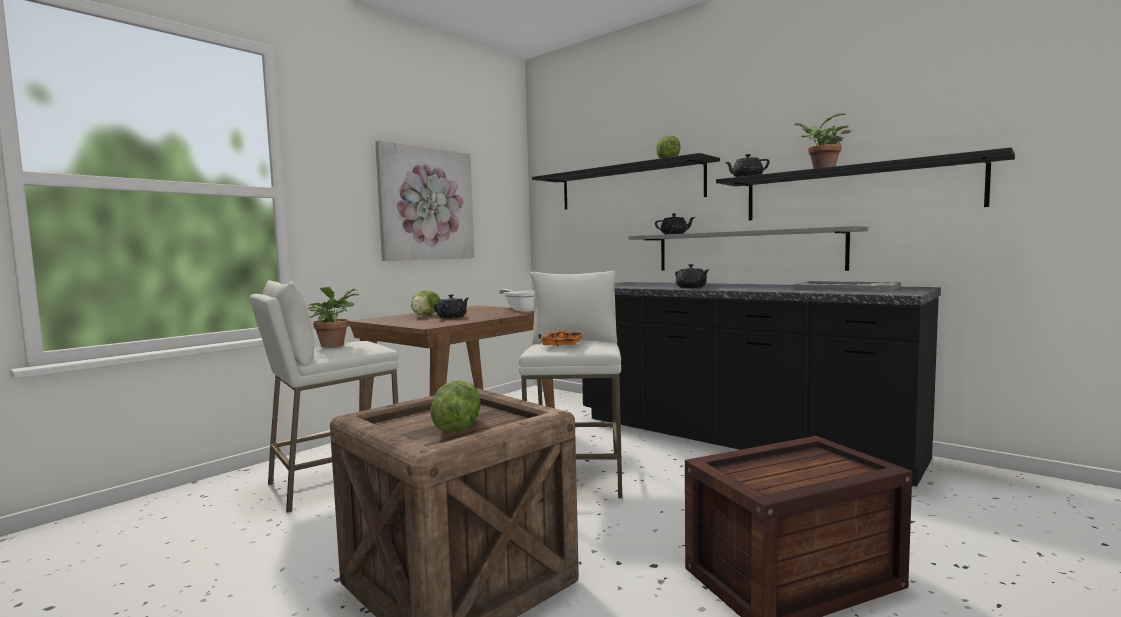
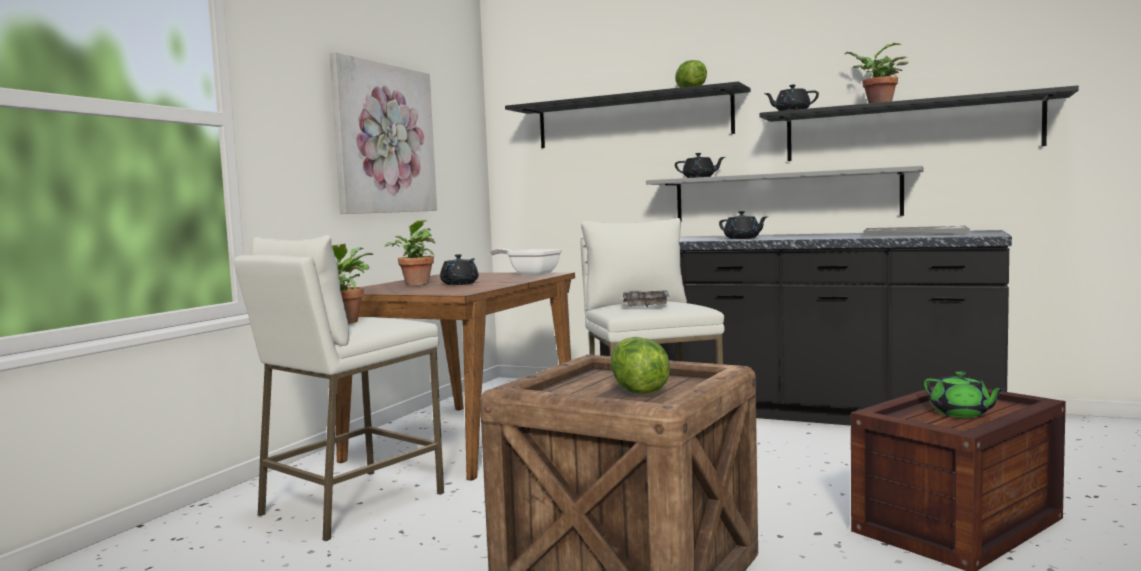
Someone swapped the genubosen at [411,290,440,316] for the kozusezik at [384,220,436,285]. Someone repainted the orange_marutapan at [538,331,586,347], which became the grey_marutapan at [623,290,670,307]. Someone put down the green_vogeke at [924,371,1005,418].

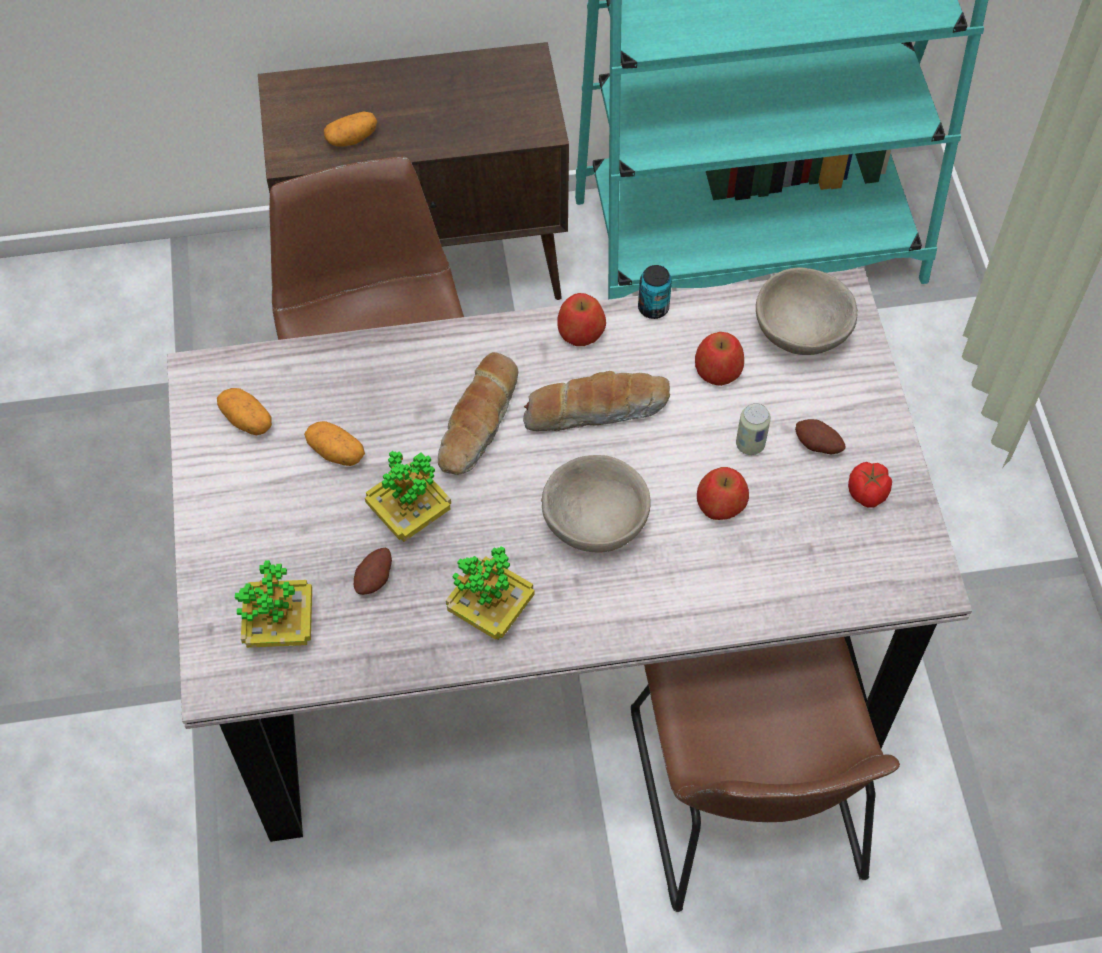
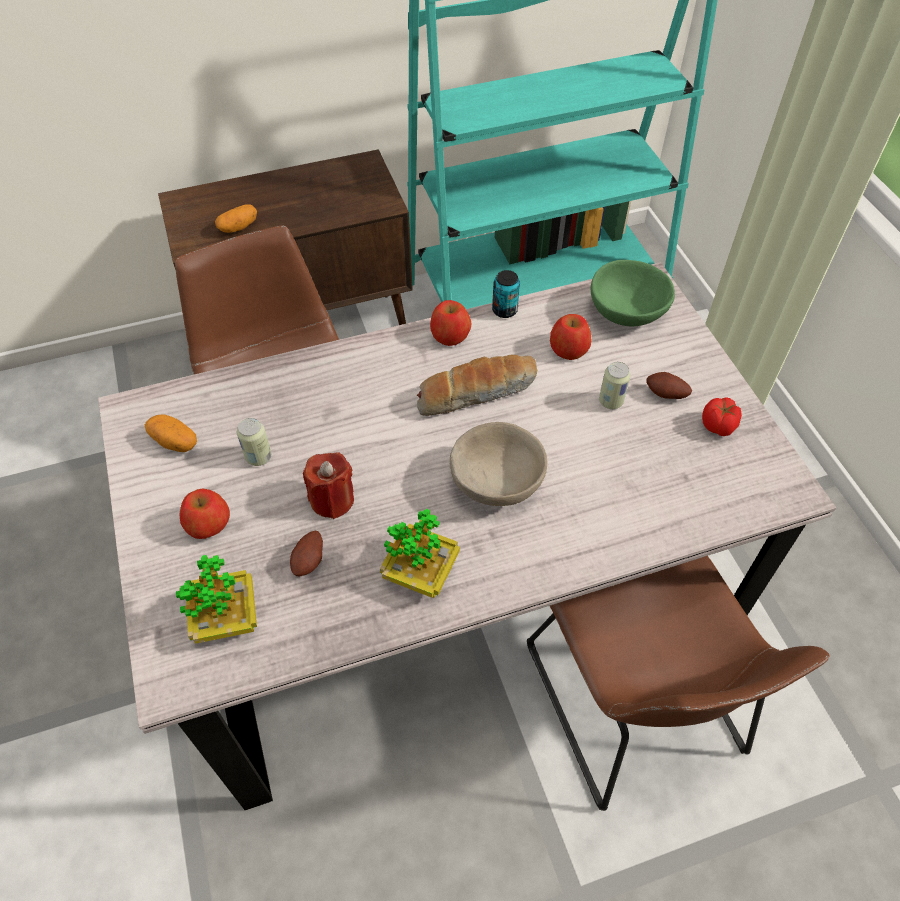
Someone carried the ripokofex from [697,467,749,520] to [179,489,230,539]. Someone swapped the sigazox at [304,421,365,466] for the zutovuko at [237,418,272,466]. Someone swapped the kozusezik at [365,451,451,542] for the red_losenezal at [303,453,354,519]. Someone repainted the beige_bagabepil at [756,267,858,355], which became the green_bagabepil at [591,260,675,326]. Someone took away the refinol at [438,352,518,475].

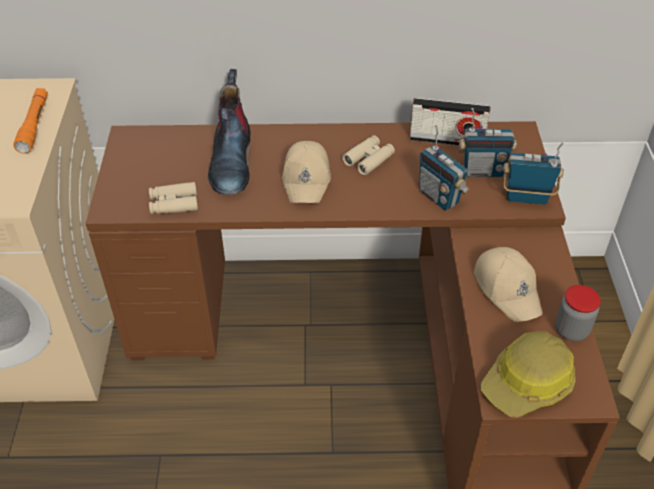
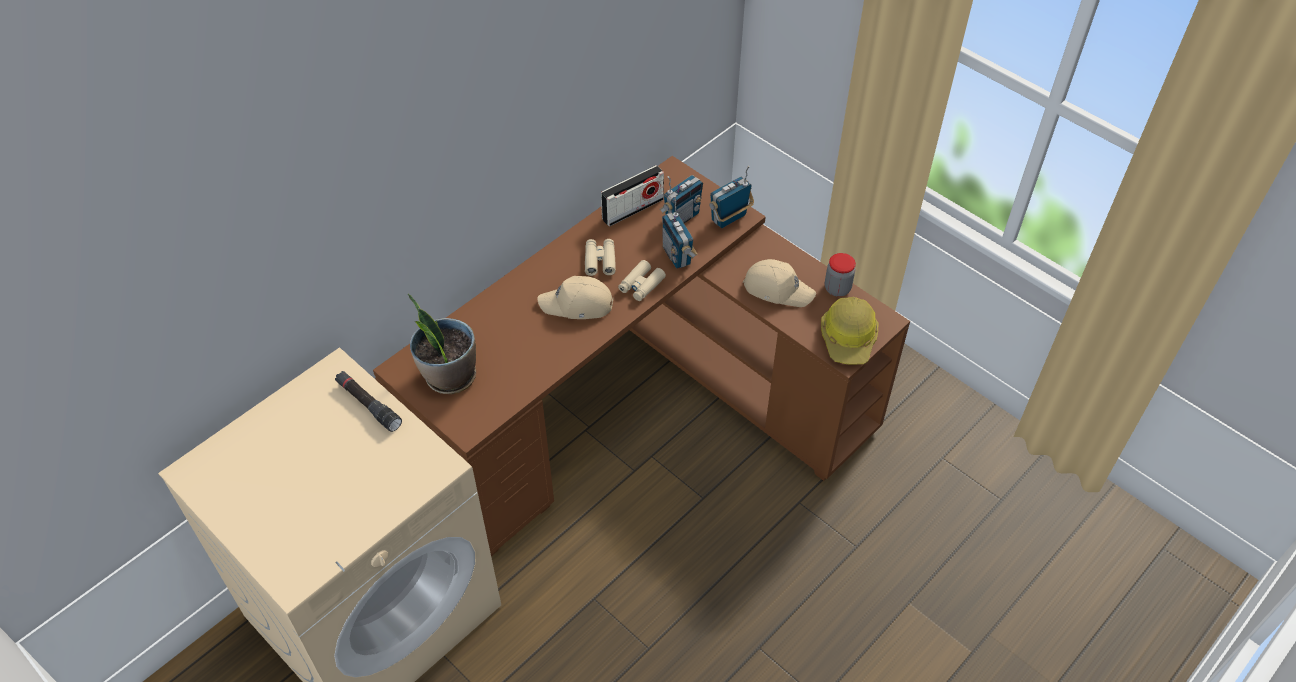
Someone repainted the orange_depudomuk at [13,88,48,154], which became the black_depudomuk at [335,371,402,432]. Someone put down the kozusezik at [408,294,476,395]. Someone rotated the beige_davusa at [282,141,331,203] by 135 degrees clockwise. Someone carried the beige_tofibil from [149,182,198,214] to [618,260,666,301]. Someone rotated the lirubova at [419,125,469,211] by 60 degrees clockwise. Someone took away the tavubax at [208,69,250,195].

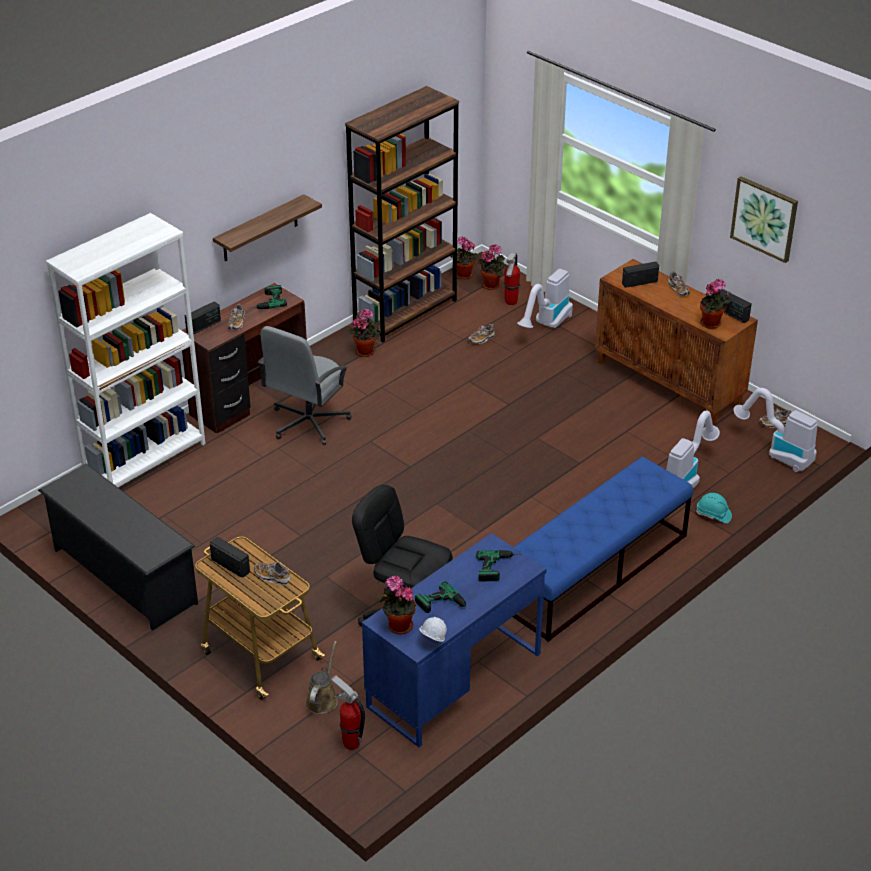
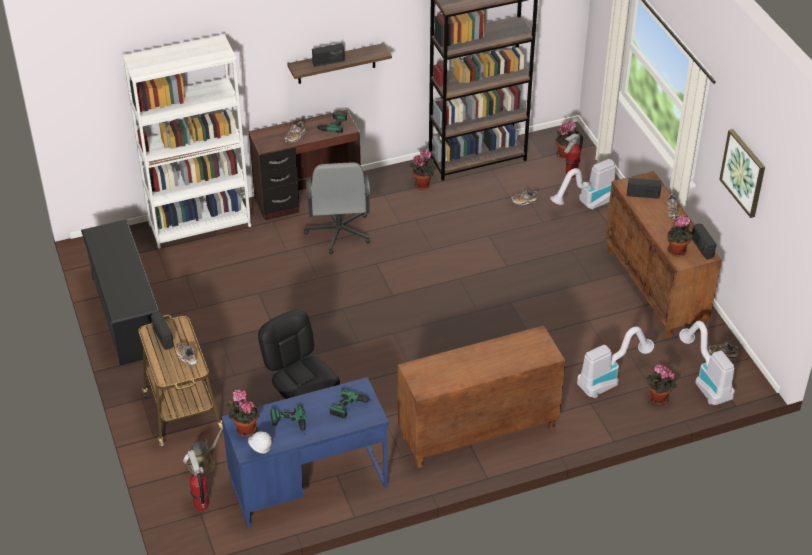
Someone rotated the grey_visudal at [258,326,352,445] by 60 degrees counterclockwise. Someone carried the lirubova from [185,301,221,335] to [312,43,345,67]. Someone swapped the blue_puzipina at [513,457,693,642] for the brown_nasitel at [398,325,566,468]. Someone carried the kozusezik from [450,236,479,279] to [647,364,677,405]. Someone took away the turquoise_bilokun at [696,493,732,523].

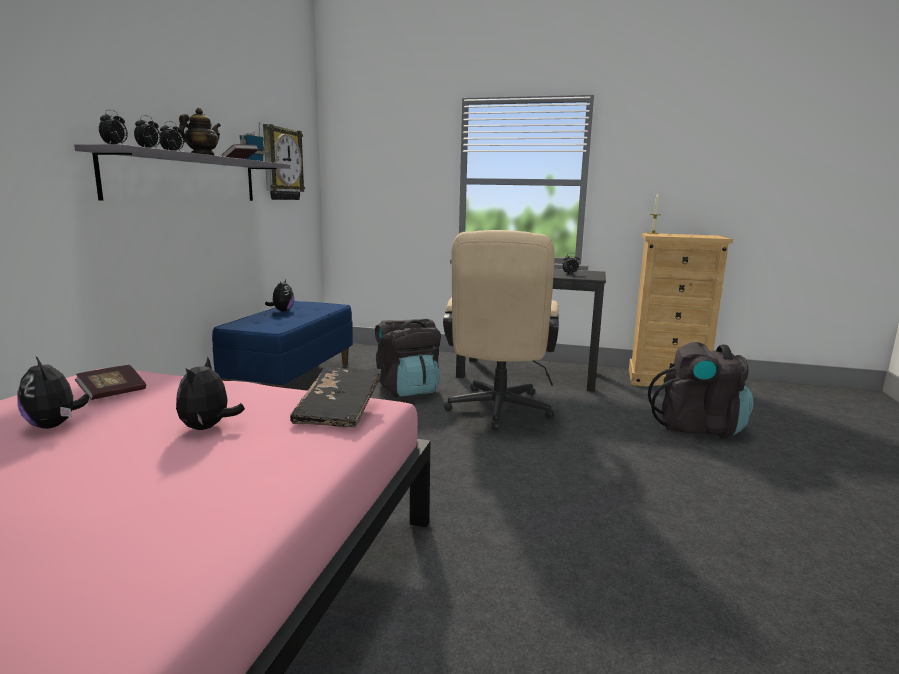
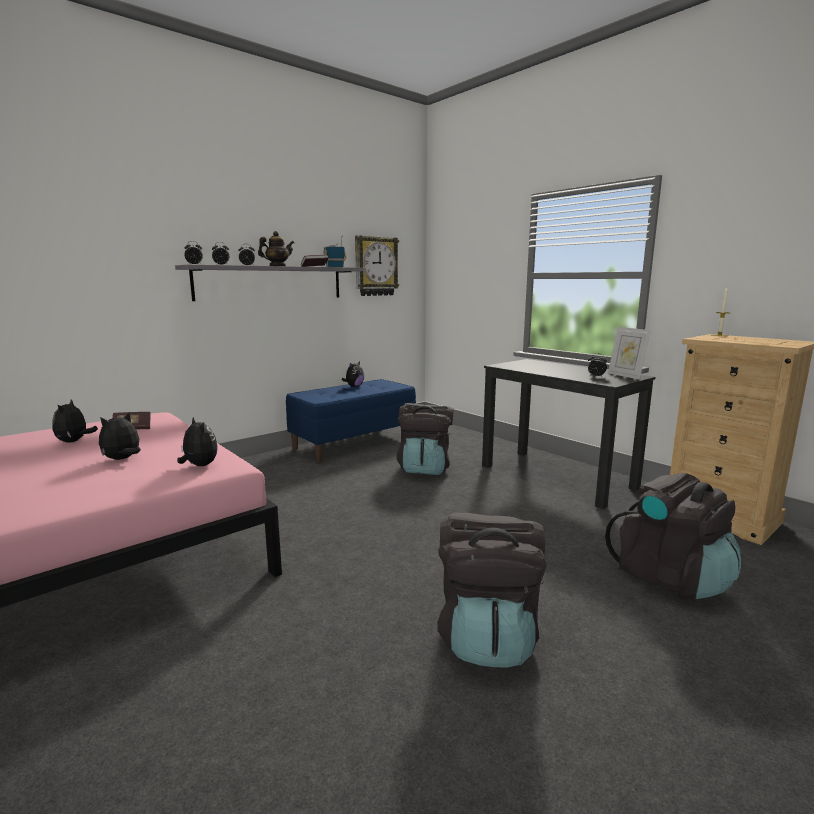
Someone swapped the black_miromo at [290,367,381,428] for the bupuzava at [177,416,218,466]. Someone put down the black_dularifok at [437,513,546,668]. Someone put down the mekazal at [608,327,651,380]. Someone took away the beige_visudal at [443,230,559,430].

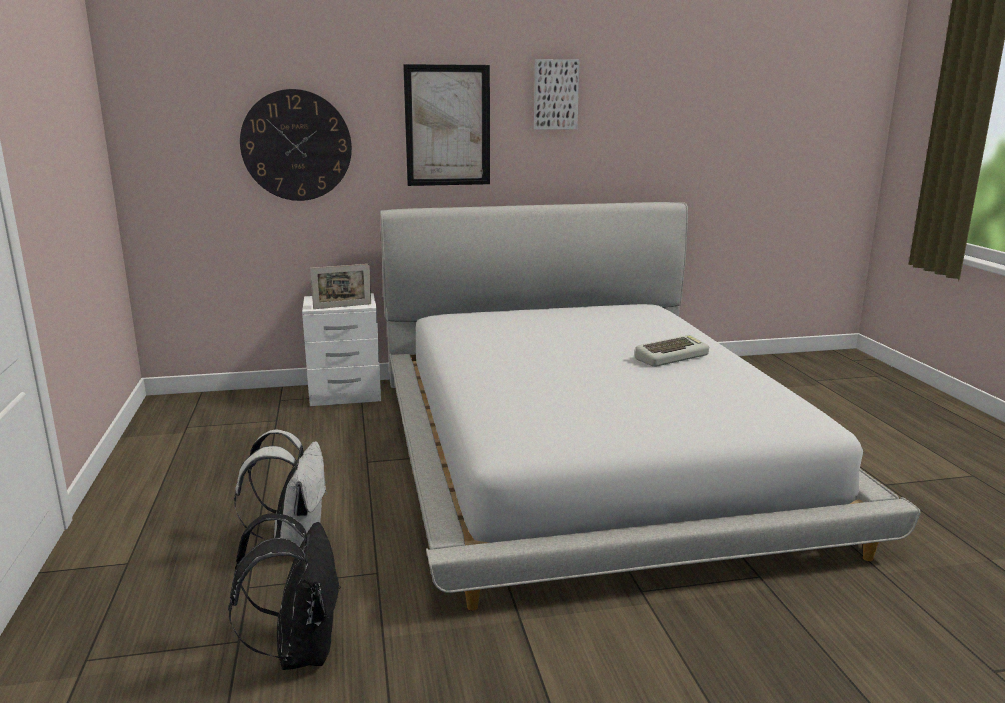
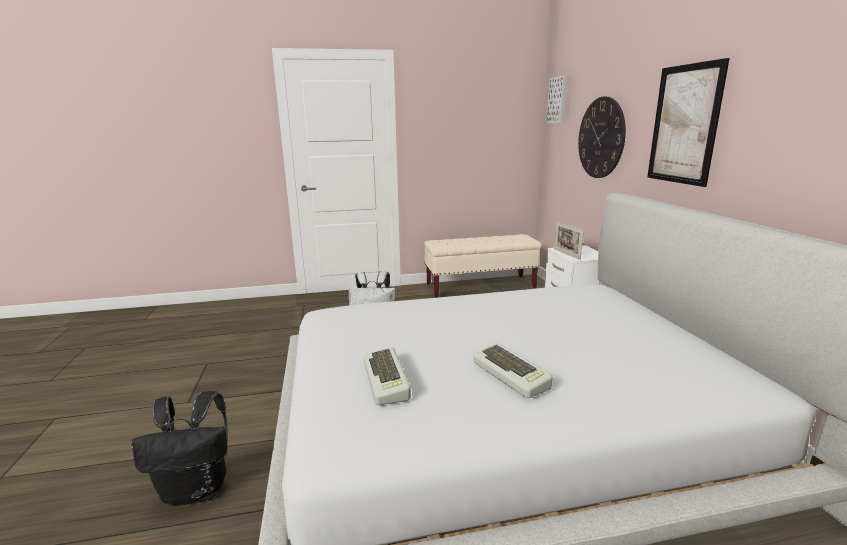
Someone carried the black_dularifok from [228,513,341,670] to [131,391,228,506]. Someone put down the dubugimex at [364,347,411,405]. Someone put down the beige_puzipina at [424,234,541,297]. Someone carried the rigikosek from [534,59,580,130] to [547,76,567,123].

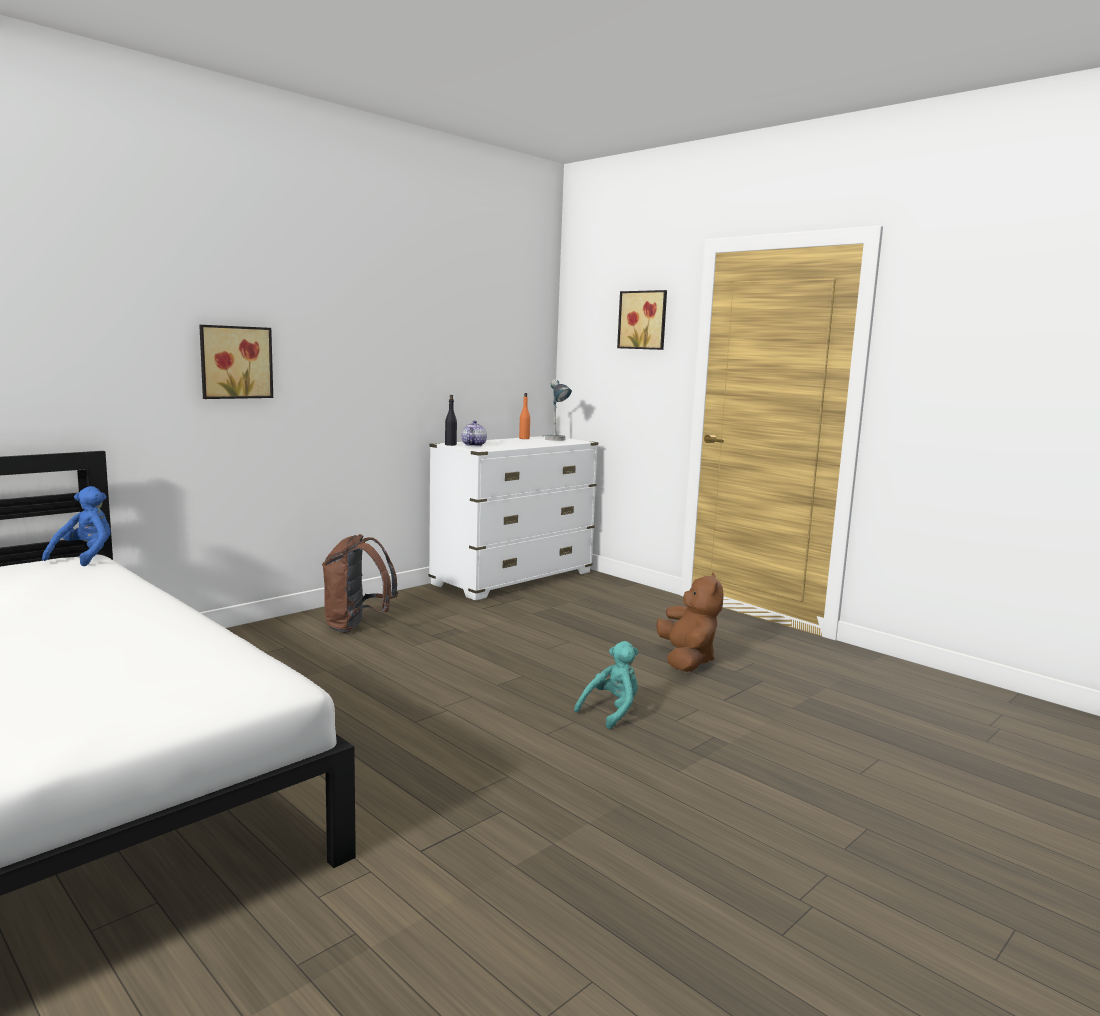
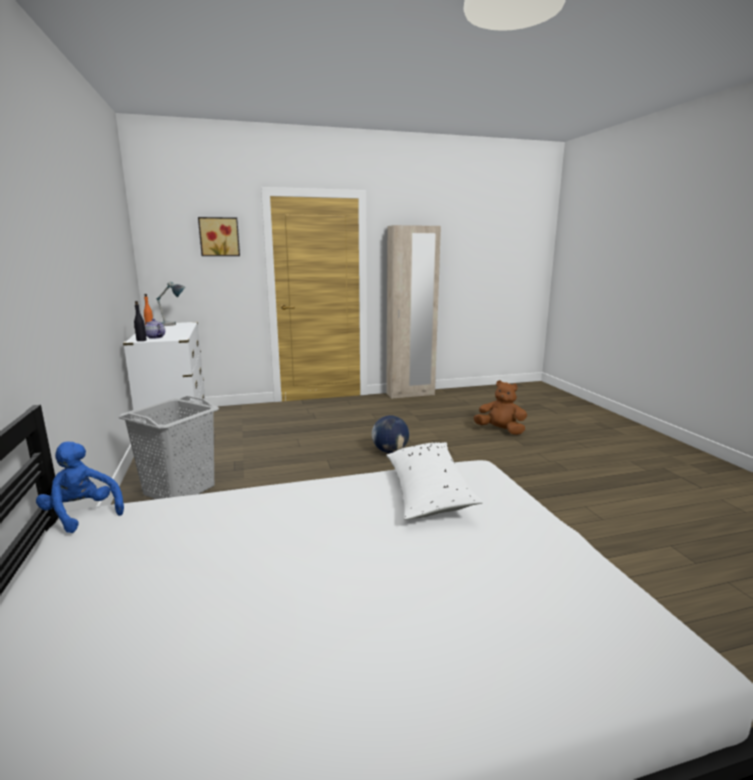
Someone swapped the brown_dularifok at [322,534,398,633] for the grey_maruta at [118,396,219,499]. Someone swapped the turquoise_bupuzava at [574,641,638,729] for the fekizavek at [372,415,409,453]. Someone put down the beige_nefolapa at [386,225,441,399]. Someone put down the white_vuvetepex at [387,442,483,520]. Someone carried the brown_bupuzava from [656,573,724,672] to [473,380,527,435]. Someone took away the rigikosek at [199,325,273,399].

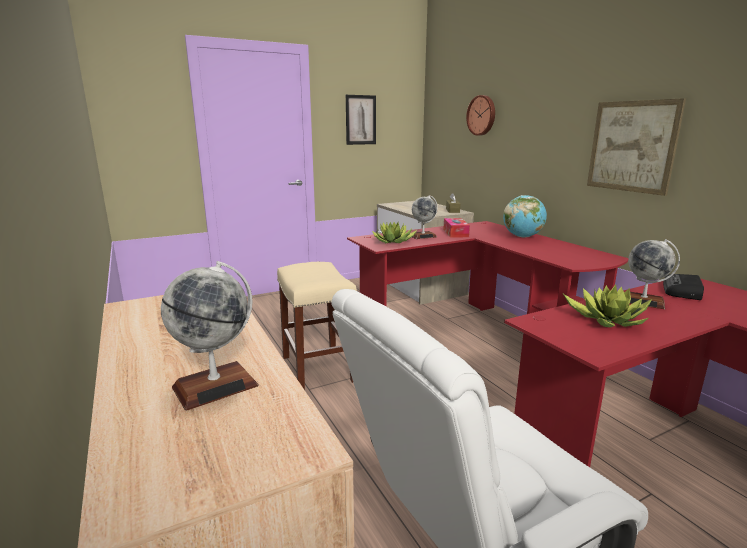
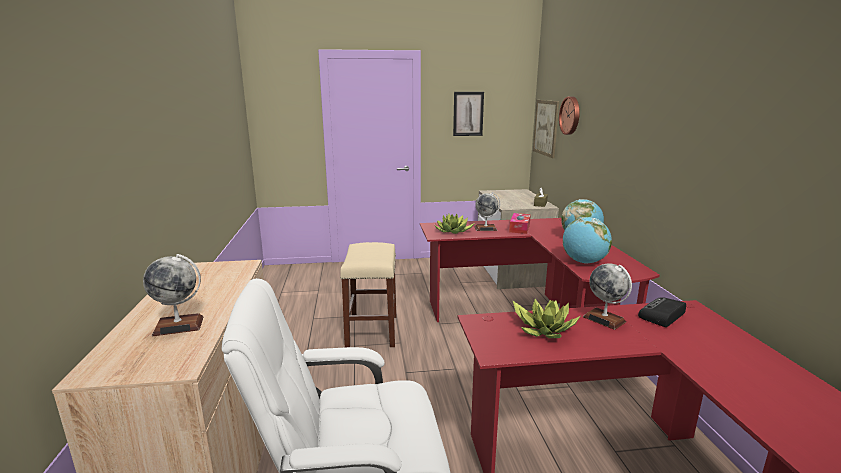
Someone carried the rigikosek from [587,98,686,196] to [533,100,559,158]. Someone put down the fekizavek at [563,217,612,263].

